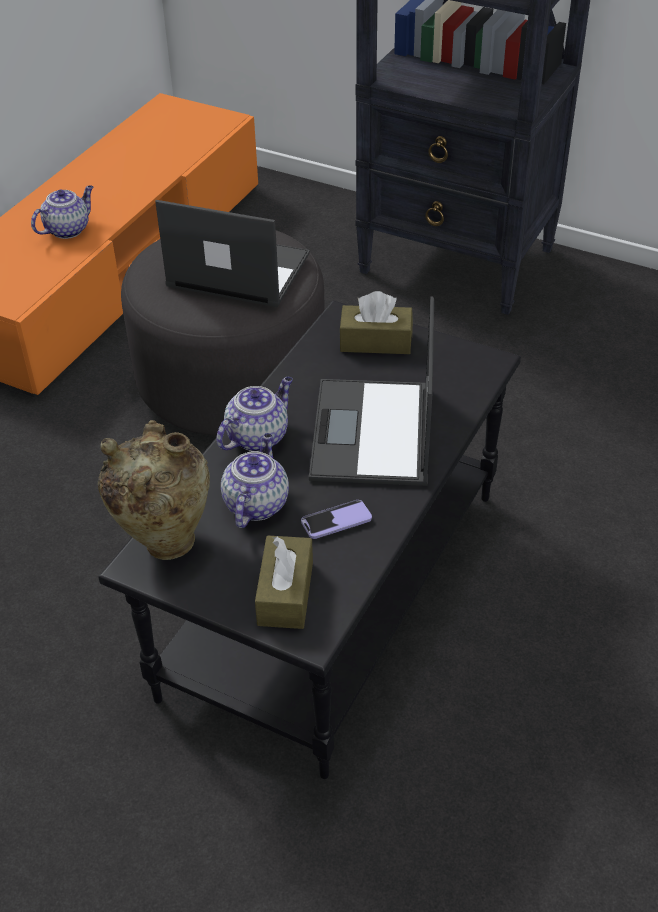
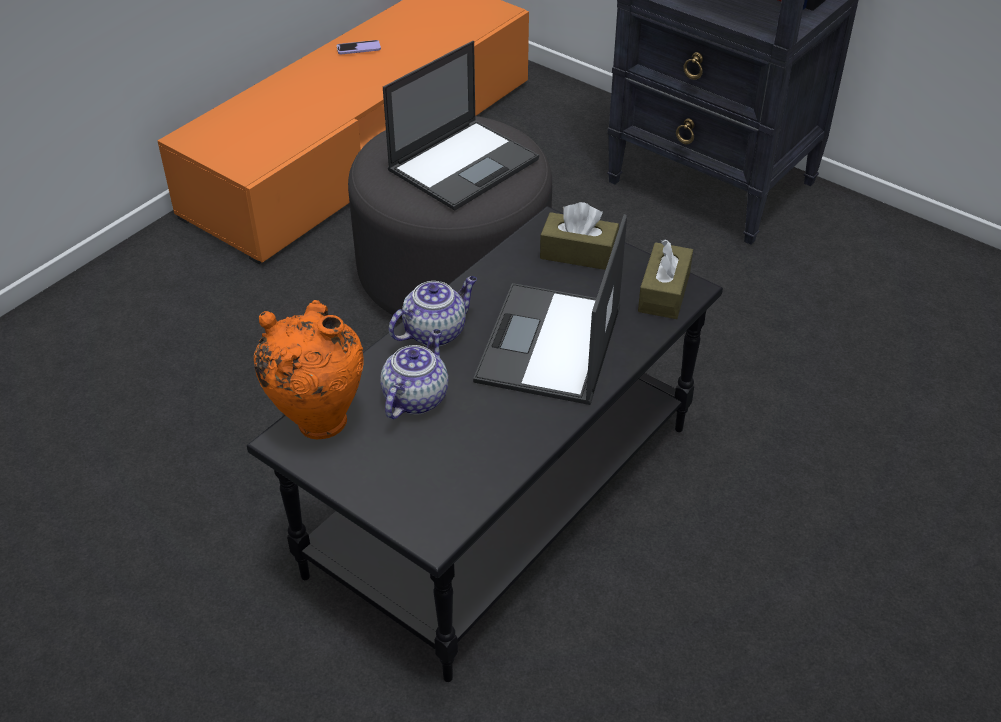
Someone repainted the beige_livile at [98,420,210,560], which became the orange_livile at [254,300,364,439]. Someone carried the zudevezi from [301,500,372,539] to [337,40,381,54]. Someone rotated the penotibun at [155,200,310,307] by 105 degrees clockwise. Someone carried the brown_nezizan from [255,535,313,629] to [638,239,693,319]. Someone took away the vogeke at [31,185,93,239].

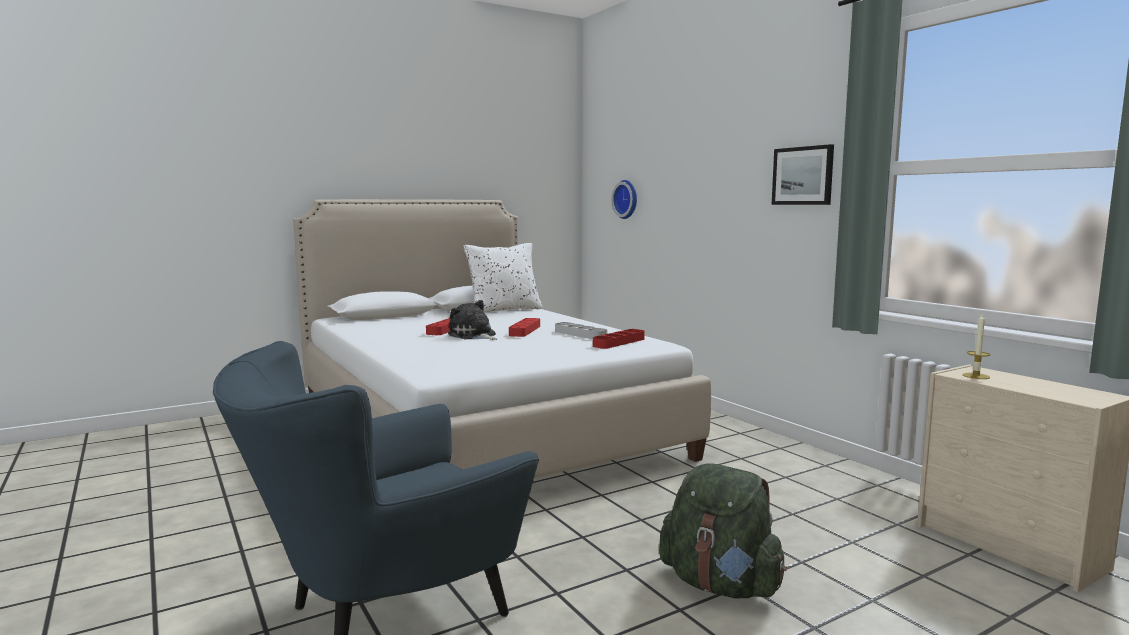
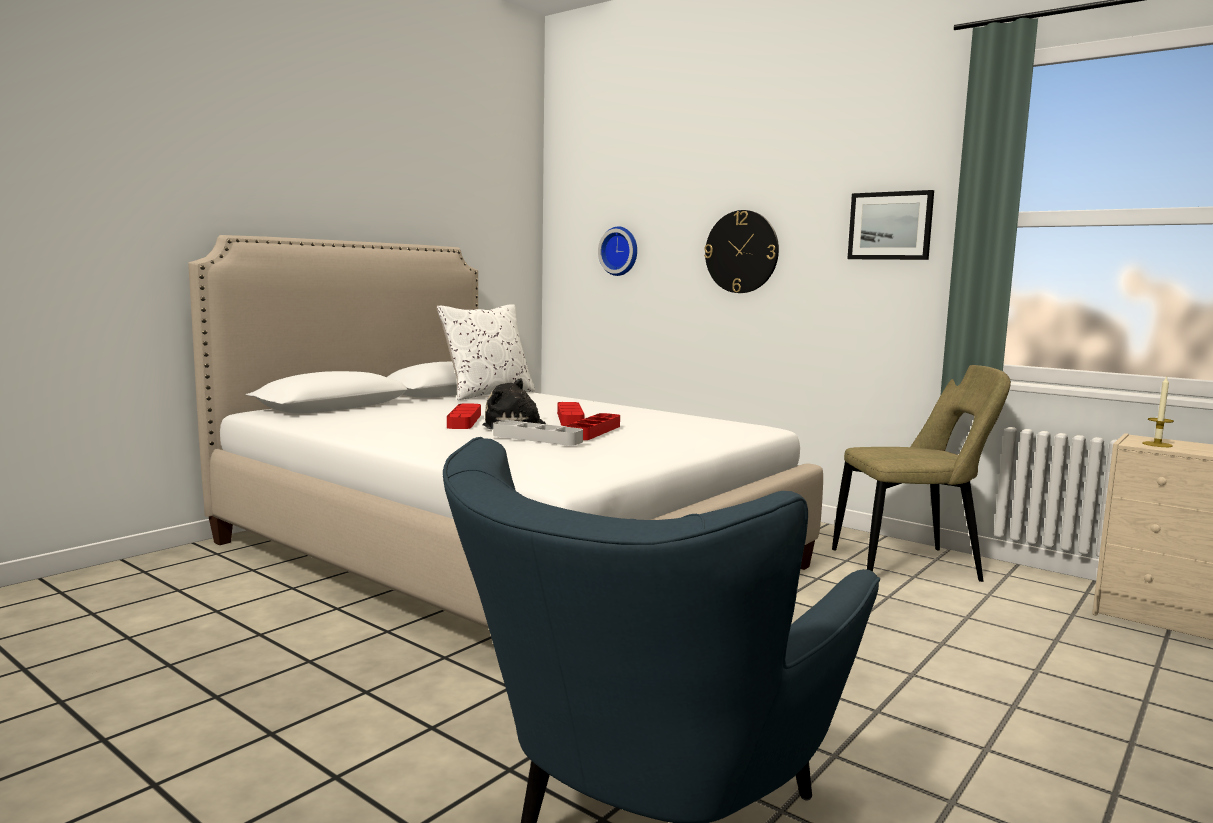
Someone carried the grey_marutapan from [555,322,607,339] to [493,420,583,446]. Someone carried the red_marutapan from [593,329,645,349] to [566,413,620,440]. Someone put up the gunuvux at [704,210,779,293]. Someone put down the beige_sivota at [832,365,1011,582]. Someone took away the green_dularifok at [659,463,787,599].

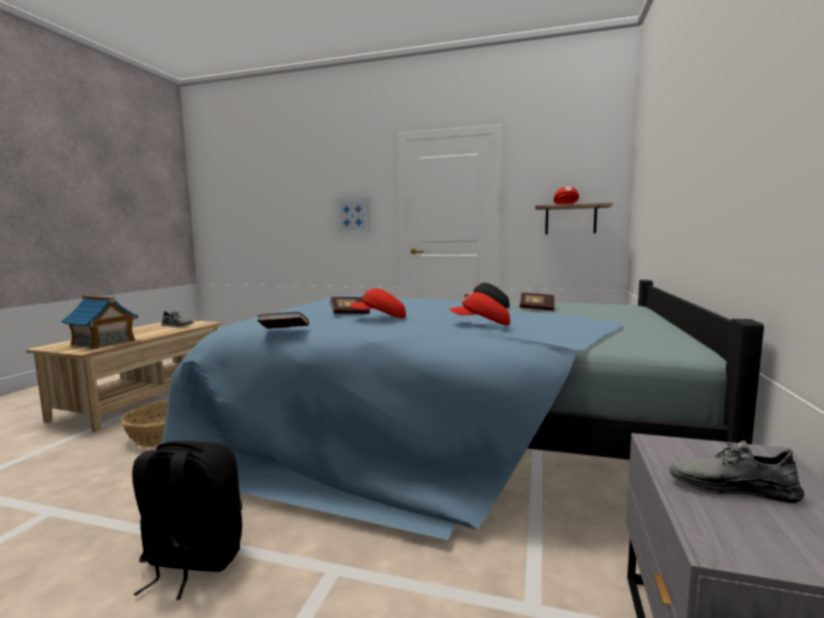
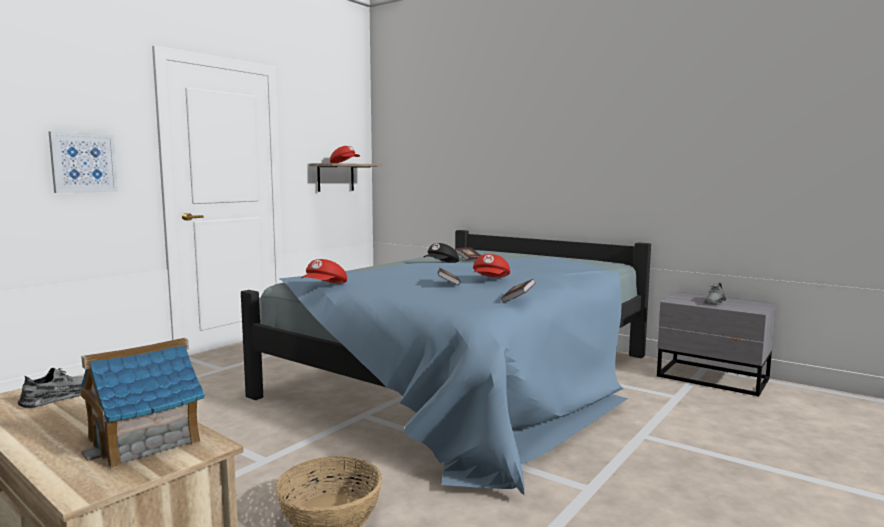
Someone carried the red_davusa from [449,292,510,325] to [301,259,347,283]. Someone took away the black_dularifok at [132,441,242,600].

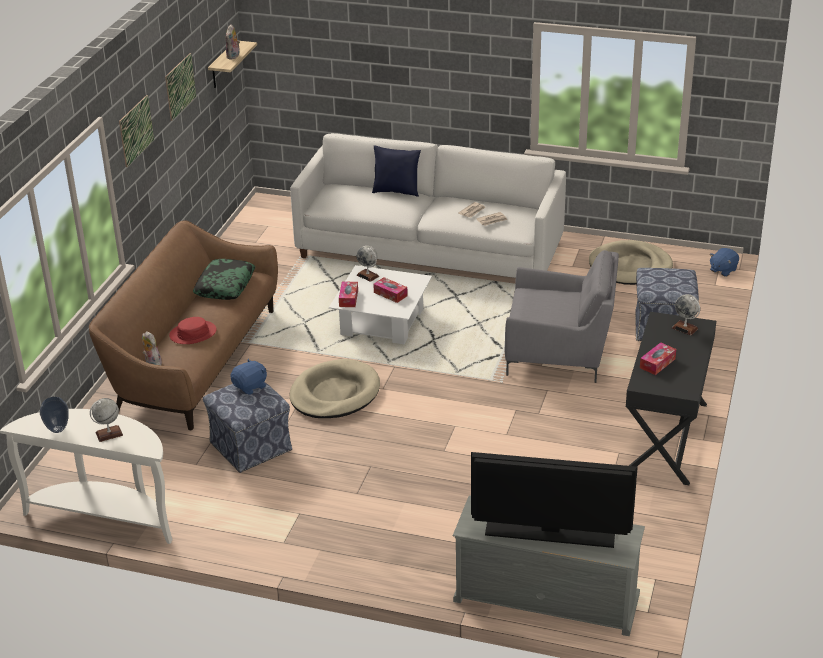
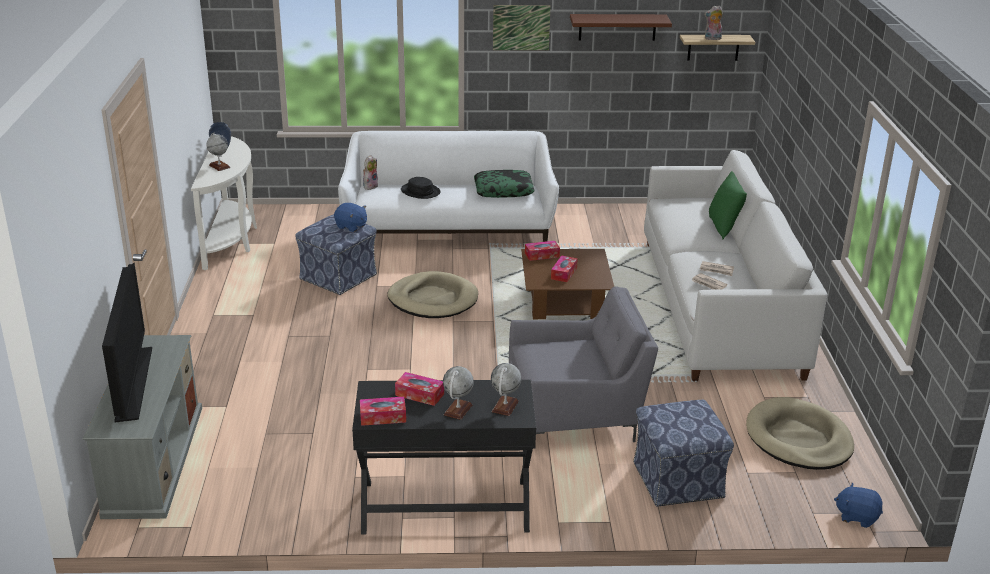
Someone repainted the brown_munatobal at [89,220,278,430], which became the white_munatobal at [338,131,559,242]. Someone put down the nezizan at [360,397,406,426]. Someone repainted the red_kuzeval at [169,317,216,344], which became the black_kuzeval at [401,177,441,199]. Someone carried the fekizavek from [357,246,379,282] to [443,366,474,420]. Someone rotated the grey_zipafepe at [505,250,619,383] by 90 degrees counterclockwise. Someone repainted the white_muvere at [329,265,432,344], which became the brown_muvere at [521,249,614,319]. Someone swapped the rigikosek at [165,53,196,121] for the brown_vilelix at [570,14,672,41]. Someone repainted the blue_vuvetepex at [372,145,421,197], which became the green_vuvetepex at [709,171,747,240].

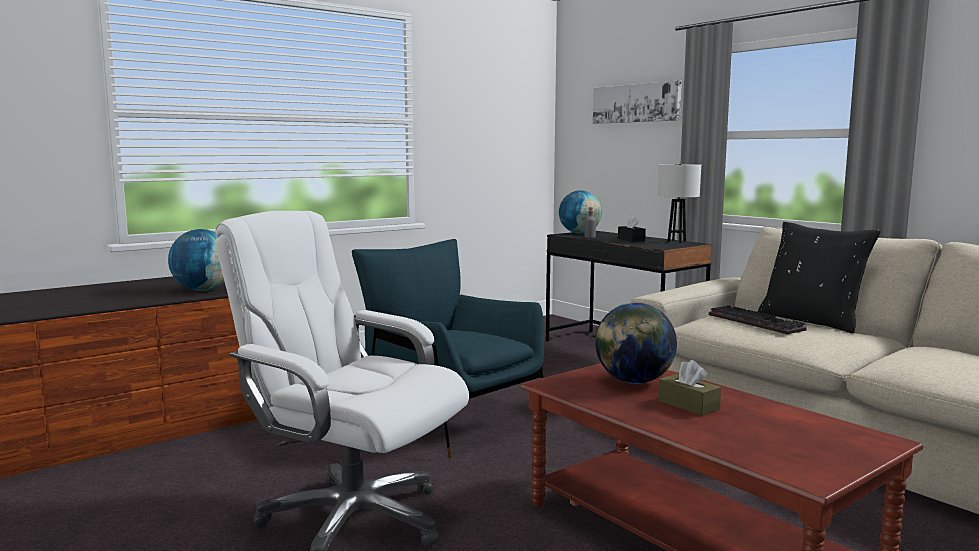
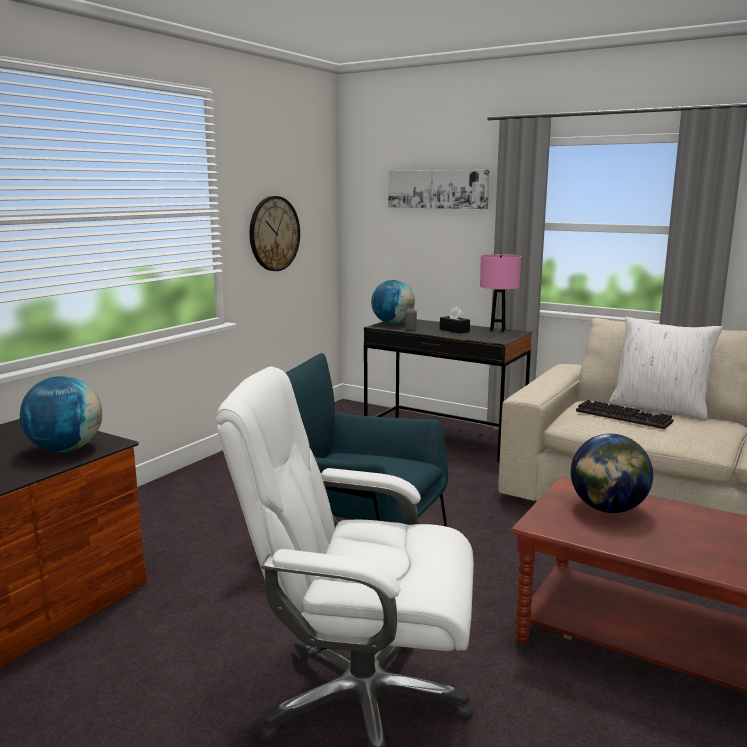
Someone put up the gunuvux at [249,196,300,271]. Someone repainted the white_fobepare at [658,164,701,243], which became the pink_fobepare at [480,254,521,332]. Someone repainted the black_vuvetepex at [757,222,881,334], which became the white_vuvetepex at [609,317,722,420]. Someone took away the brown_nezizan at [658,360,721,416].

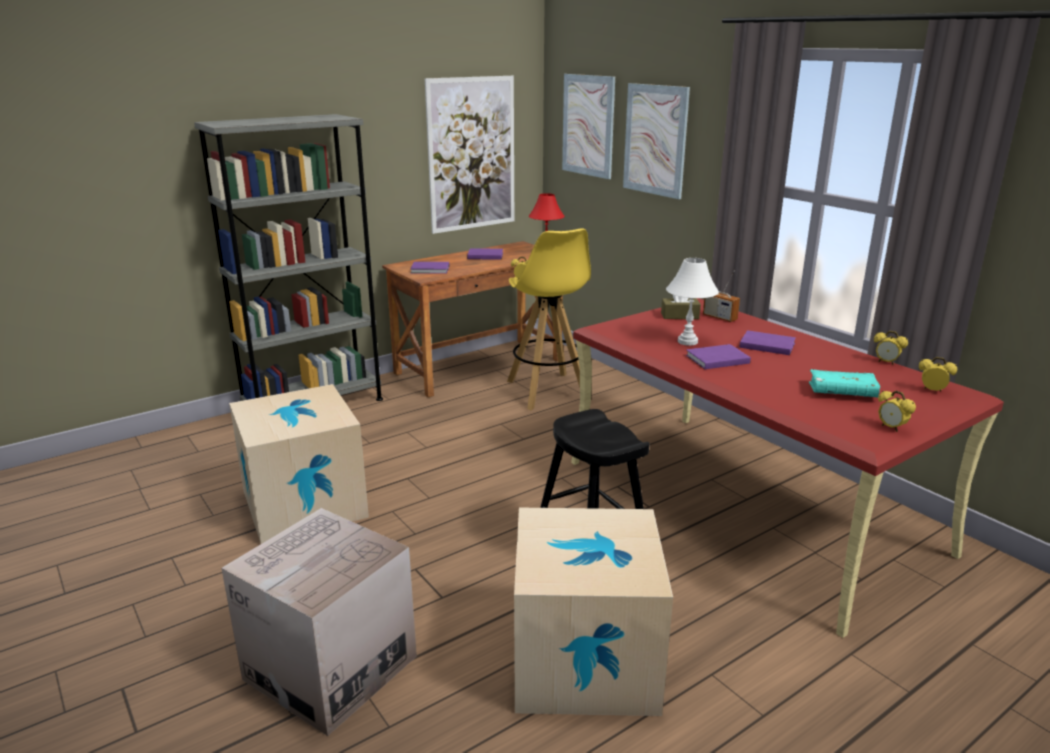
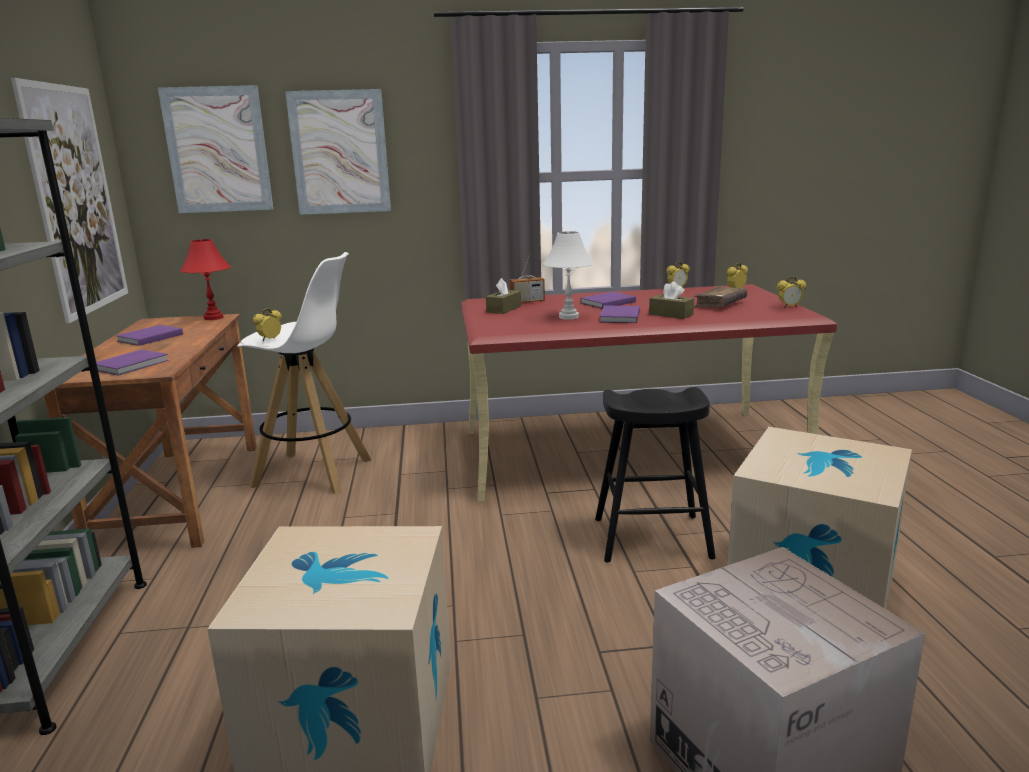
Someone repainted the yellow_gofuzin at [507,228,591,411], which became the white_gofuzin at [237,252,372,494]. Someone put down the brown_nezizan at [649,281,694,319]. Someone repainted the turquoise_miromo at [809,369,880,397], which became the brown_miromo at [694,287,747,308].

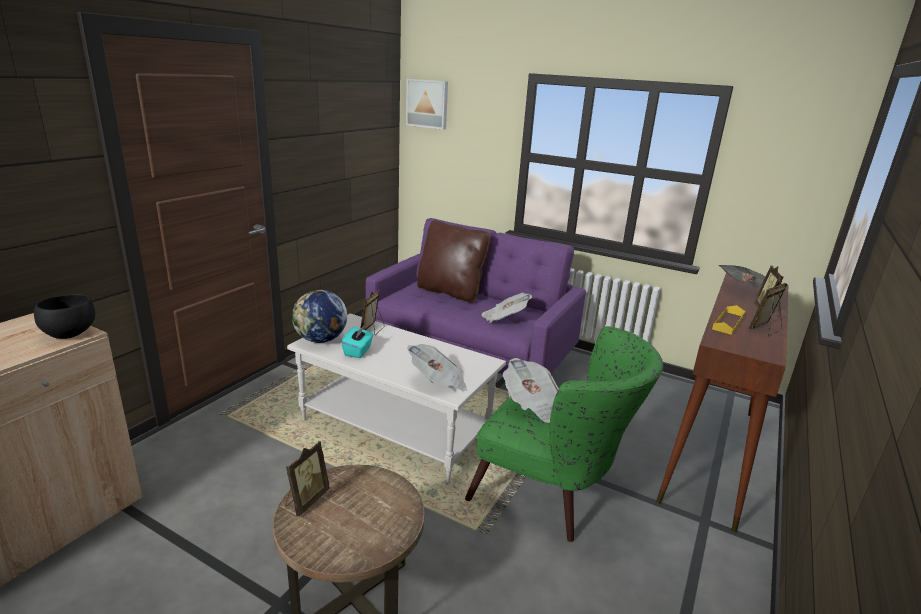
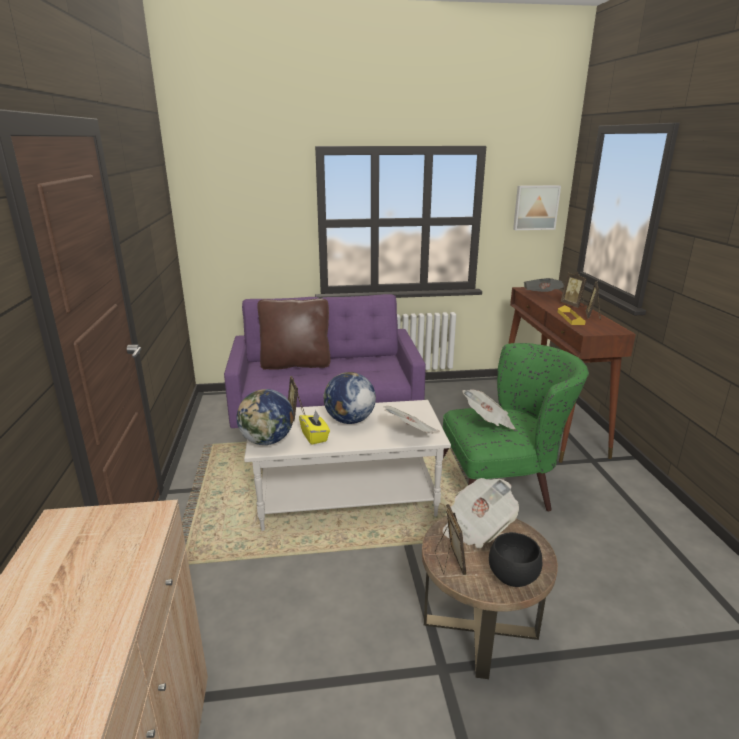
Someone repainted the turquoise_nezizan at [341,326,374,358], which became the yellow_nezizan at [299,410,330,445]. Someone put down the fekizavek at [323,372,376,424]. Someone carried the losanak from [481,293,532,323] to [442,478,519,548]. Someone carried the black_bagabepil from [34,294,95,339] to [489,532,542,587]. Someone carried the rigikosek from [406,79,448,130] to [513,185,561,230].

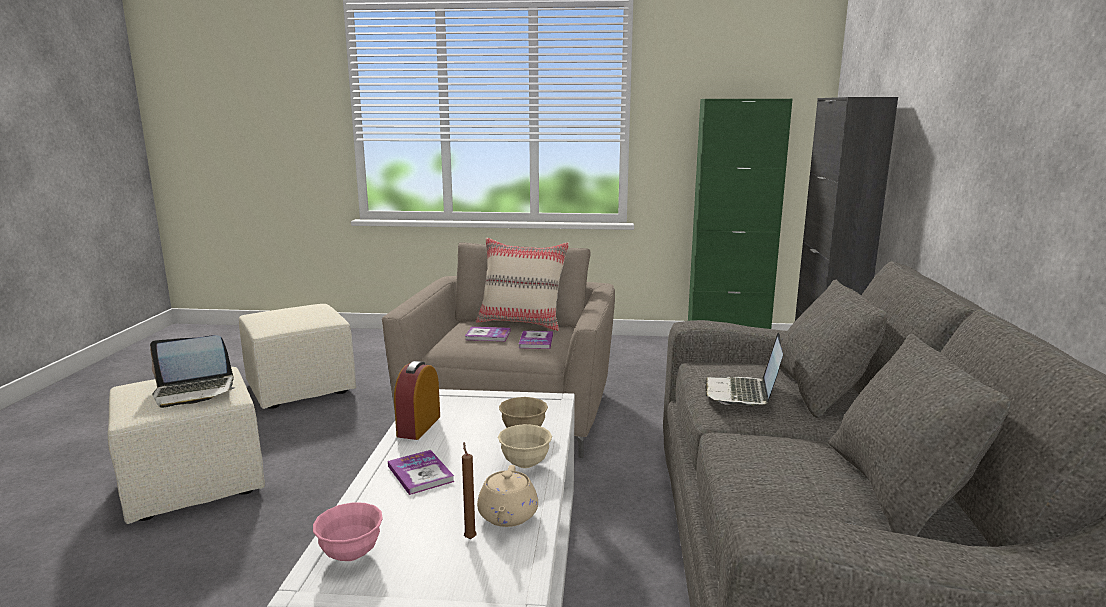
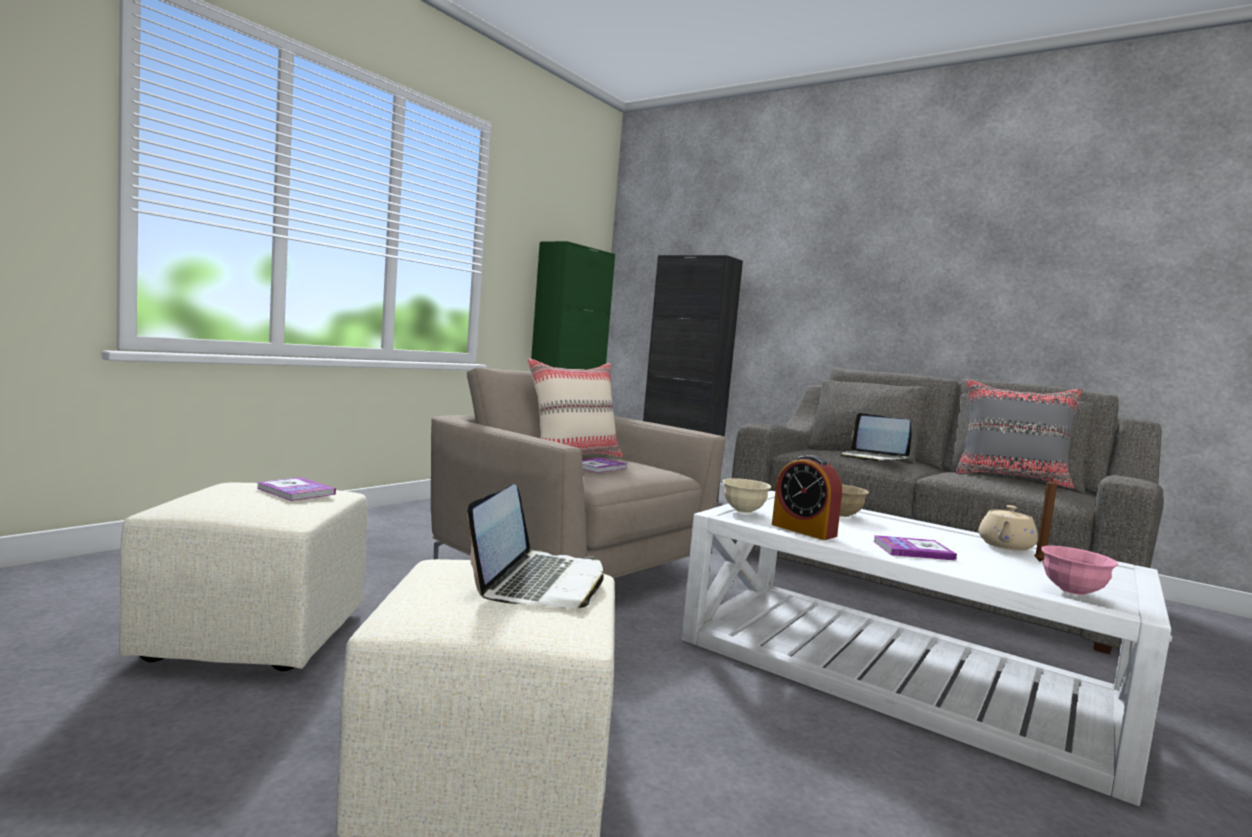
Someone carried the miromo from [519,331,553,349] to [257,477,336,501]. Someone carried the beige_bagabepil from [498,424,552,468] to [722,478,771,513]. Someone put down the grey_vuvetepex at [956,379,1082,489]. Someone rotated the beige_vogeke at [477,465,538,527] by 90 degrees clockwise.

